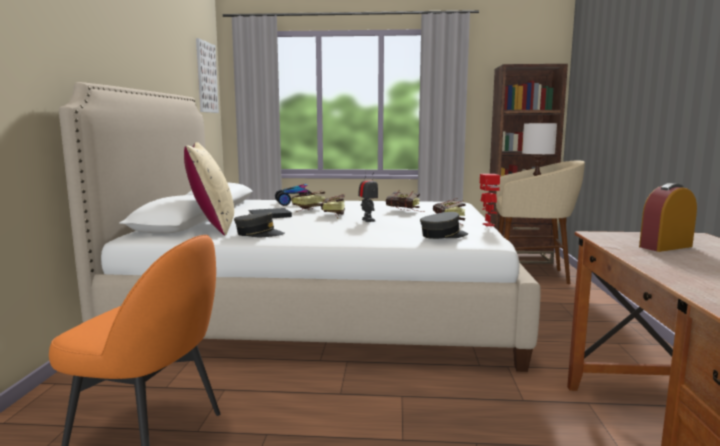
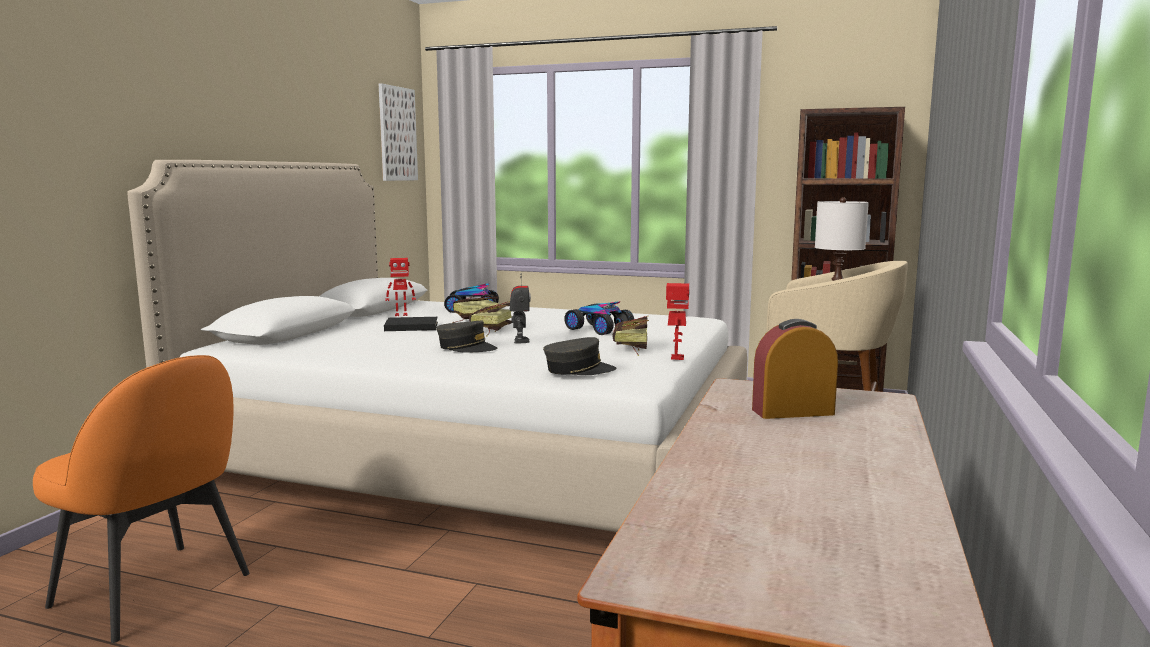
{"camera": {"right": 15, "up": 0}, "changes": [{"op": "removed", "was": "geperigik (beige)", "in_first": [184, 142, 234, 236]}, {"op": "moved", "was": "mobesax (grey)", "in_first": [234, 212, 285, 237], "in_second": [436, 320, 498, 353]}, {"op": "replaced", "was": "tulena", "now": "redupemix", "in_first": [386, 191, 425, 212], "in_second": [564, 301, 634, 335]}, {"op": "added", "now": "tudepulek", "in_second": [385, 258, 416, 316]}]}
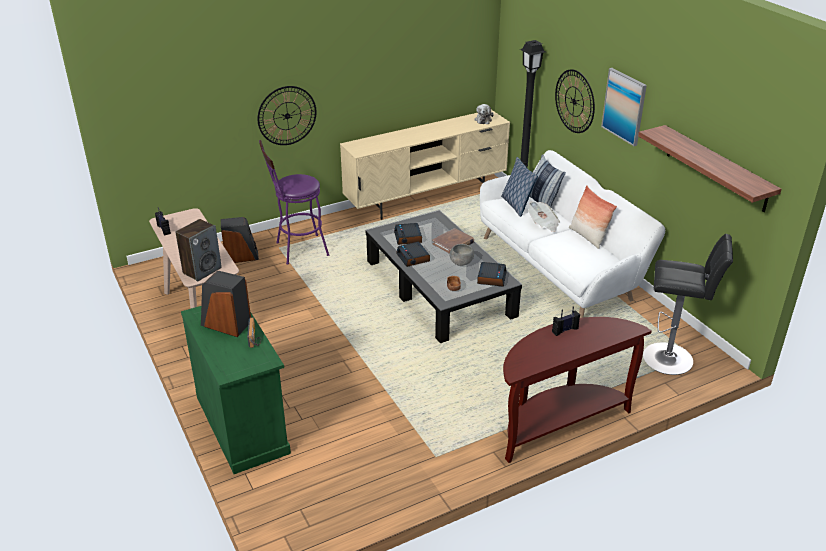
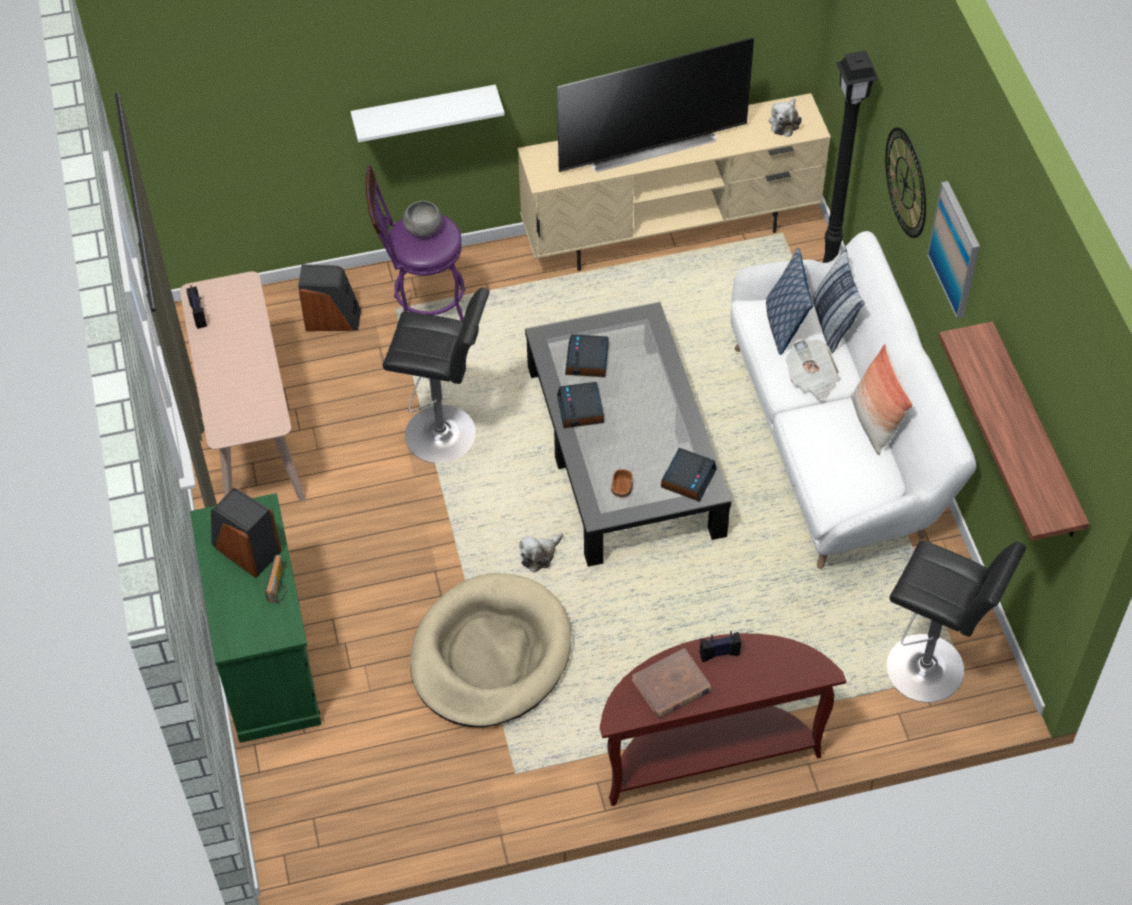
{"camera": {"right": 15, "up": 20}, "changes": [{"op": "removed", "was": "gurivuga", "in_first": [175, 219, 222, 282]}, {"op": "replaced", "was": "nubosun", "now": "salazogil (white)", "in_first": [258, 86, 316, 145], "in_second": [351, 85, 505, 142]}, {"op": "moved", "was": "tulena (brown)", "in_first": [432, 228, 474, 254], "in_second": [632, 648, 712, 718]}, {"op": "moved", "was": "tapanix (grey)", "in_first": [450, 244, 474, 266], "in_second": [403, 201, 442, 237]}, {"op": "added", "now": "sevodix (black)", "in_second": [383, 288, 490, 463]}, {"op": "added", "now": "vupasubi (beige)", "in_second": [410, 573, 571, 727]}, {"op": "added", "now": "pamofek", "in_second": [519, 533, 563, 573]}, {"op": "added", "now": "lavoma", "in_second": [557, 38, 754, 172]}]}
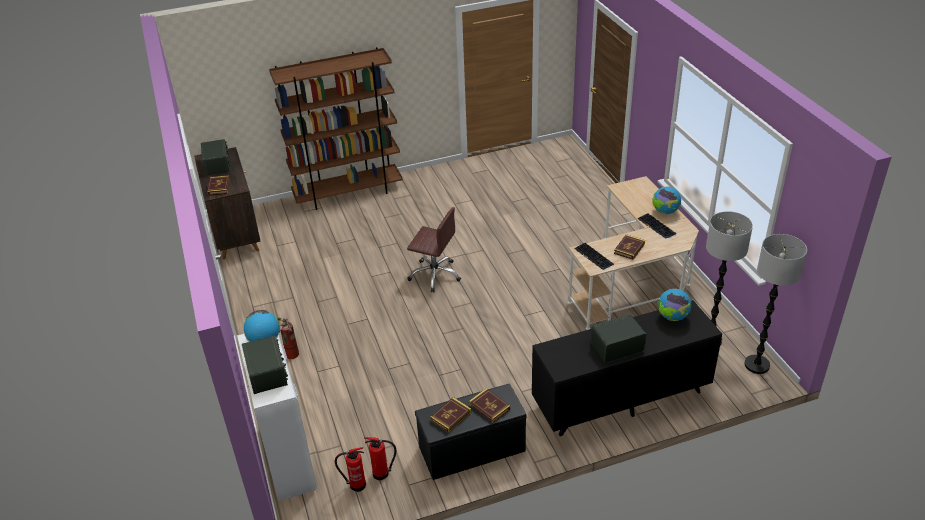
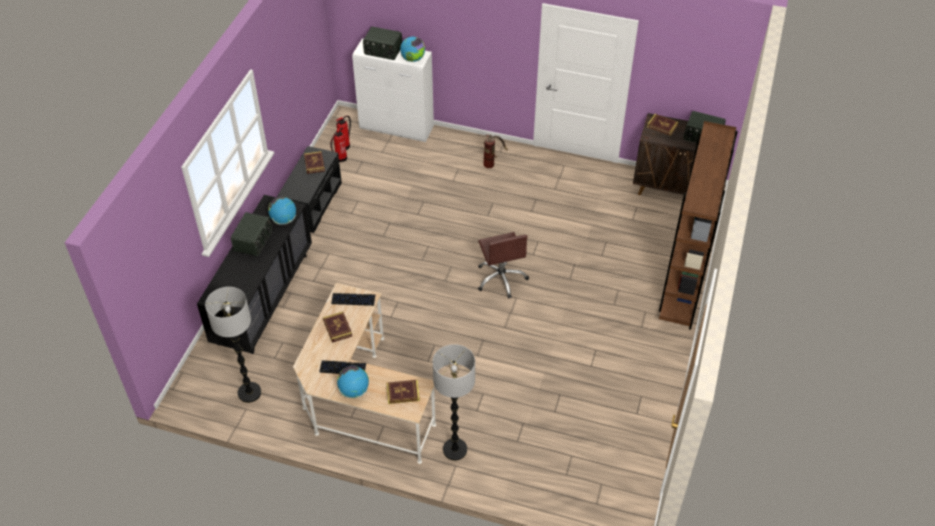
{"camera": {"right": 125, "up": 10}, "changes": [{"op": "turned", "was": "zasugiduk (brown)", "in_first": [407, 207, 461, 292], "in_second": [478, 232, 529, 299], "clockwise": -75}, {"op": "moved", "was": "tulena", "in_first": [469, 388, 510, 423], "in_second": [386, 380, 420, 404]}, {"op": "moved", "was": "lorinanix", "in_first": [658, 289, 691, 321], "in_second": [268, 196, 296, 225]}, {"op": "moved", "was": "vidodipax", "in_first": [744, 234, 807, 374], "in_second": [433, 344, 475, 460]}]}
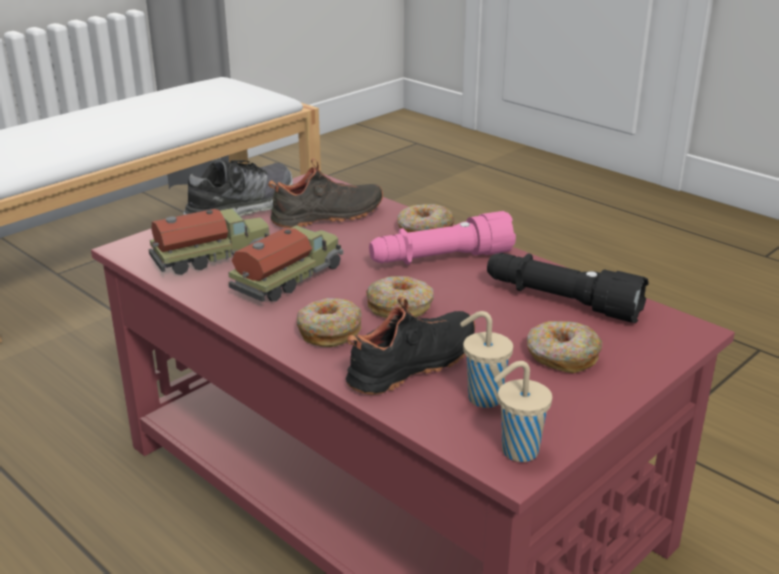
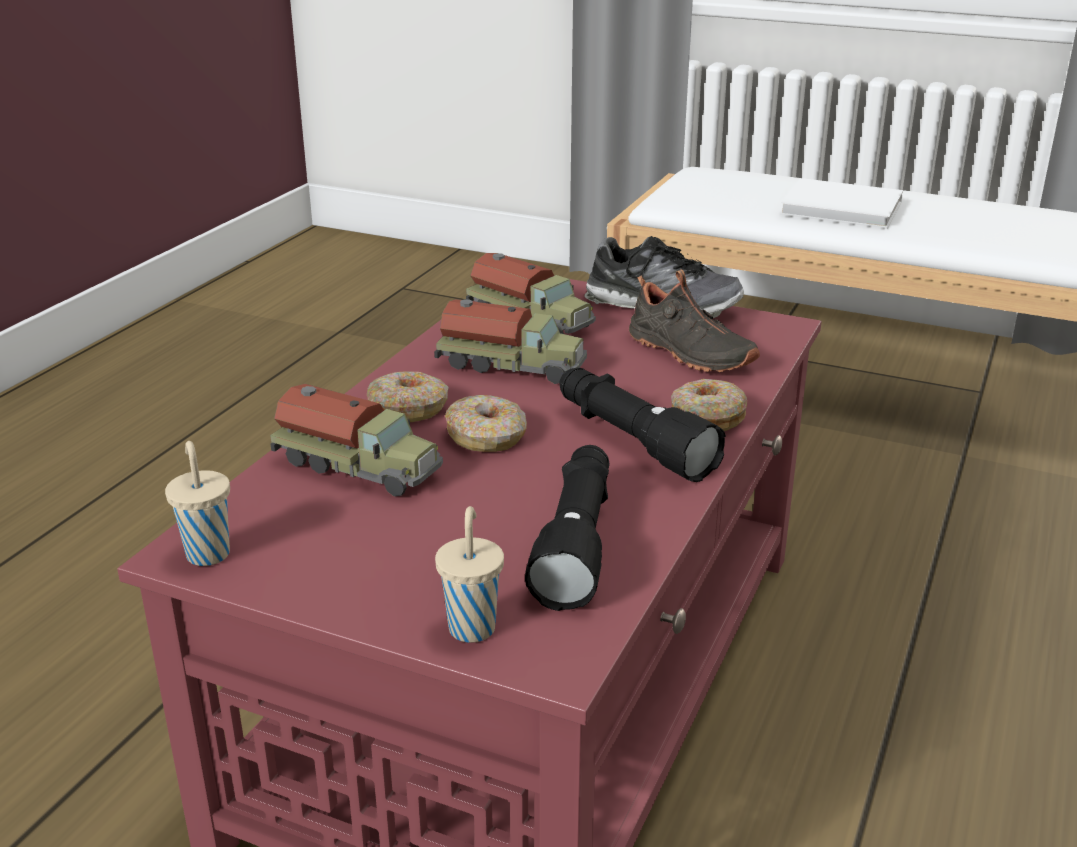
{"camera": {"right": 70, "up": 0}, "changes": [{"op": "replaced", "was": "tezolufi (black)", "now": "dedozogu", "in_first": [346, 296, 475, 395], "in_second": [270, 384, 443, 497]}, {"op": "recoloured", "was": "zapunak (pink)", "now": "zapunak (black)", "in_first": [369, 211, 516, 265], "in_second": [560, 368, 726, 482]}, {"op": "moved", "was": "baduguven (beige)", "in_first": [460, 311, 513, 408], "in_second": [435, 506, 504, 643]}, {"op": "removed", "was": "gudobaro", "in_first": [527, 321, 602, 373]}, {"op": "added", "now": "tulena (white)", "in_second": [780, 178, 903, 229]}]}
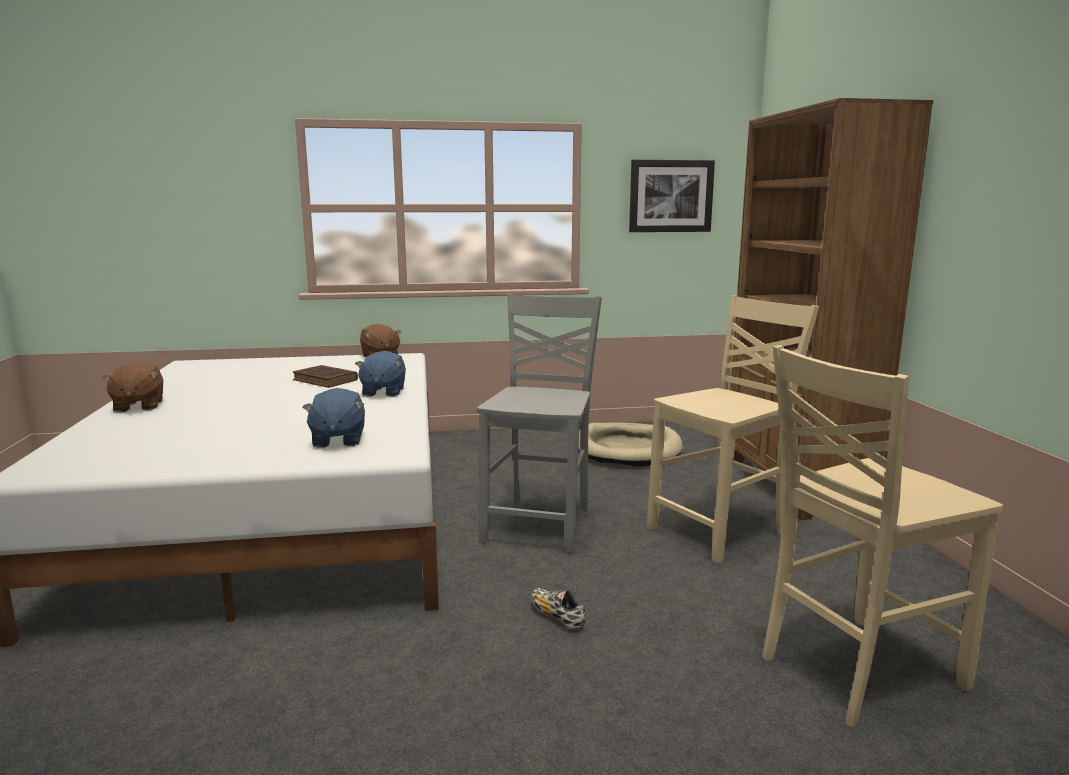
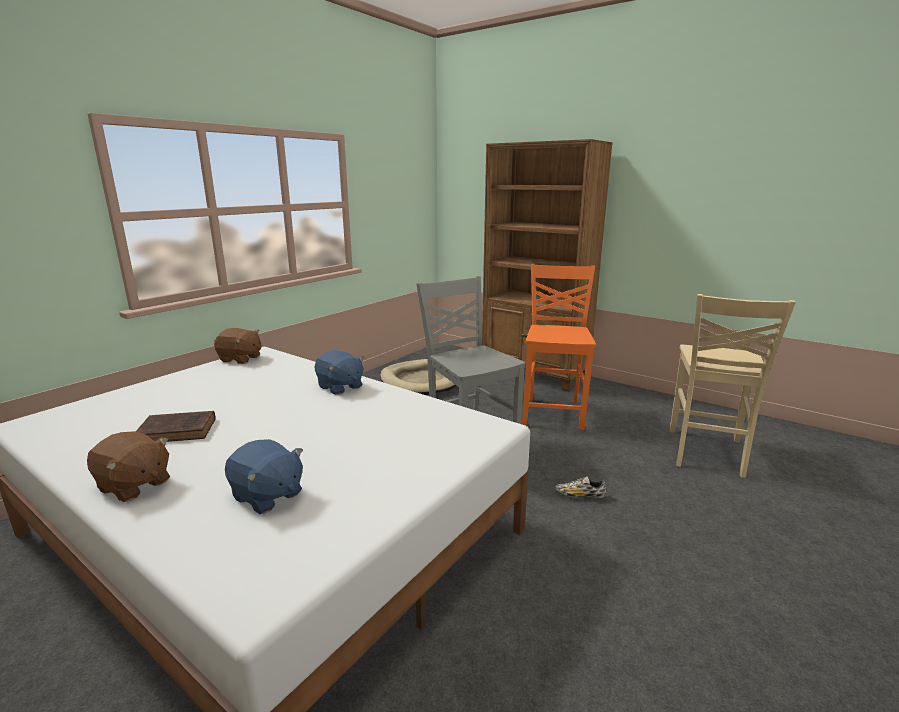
{"camera": {"right": -45, "up": 5}, "changes": [{"op": "moved", "was": "tulena (brown)", "in_first": [293, 365, 358, 388], "in_second": [136, 411, 216, 442]}, {"op": "moved", "was": "pamofek (blue)", "in_first": [302, 388, 365, 448], "in_second": [225, 439, 303, 514]}, {"op": "removed", "was": "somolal", "in_first": [629, 160, 715, 232]}, {"op": "recoloured", "was": "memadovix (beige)", "now": "memadovix (orange)", "in_first": [647, 295, 819, 564], "in_second": [522, 264, 596, 431]}]}
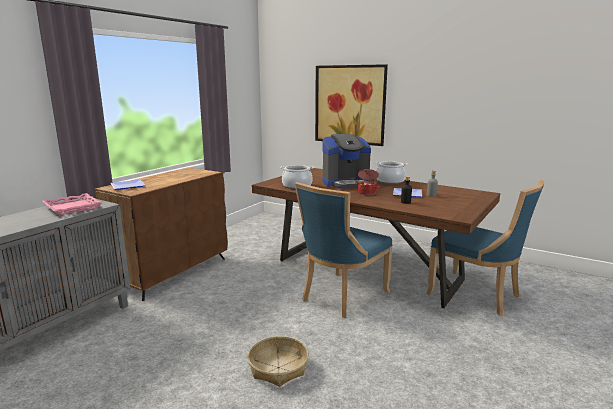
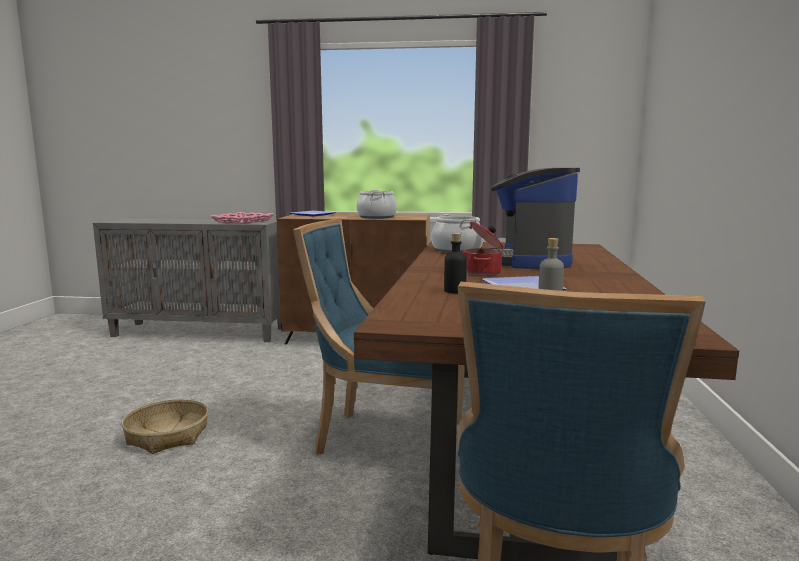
{"camera": {"right": 65, "up": -5}, "changes": [{"op": "removed", "was": "somolal", "in_first": [315, 64, 388, 146]}, {"op": "turned", "was": "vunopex", "in_first": [322, 134, 371, 189], "in_second": [484, 168, 580, 269], "clockwise": 45}, {"op": "moved", "was": "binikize", "in_first": [375, 161, 408, 184], "in_second": [356, 190, 397, 219]}]}
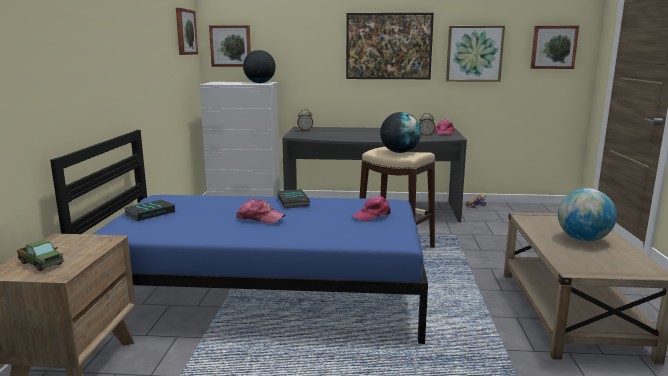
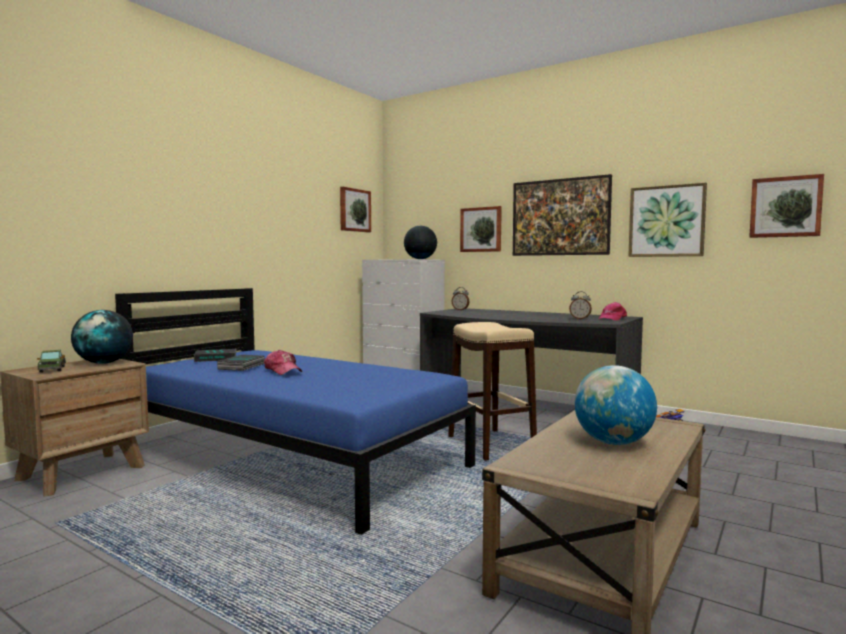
{"camera": {"right": 30, "up": -10}, "changes": [{"op": "moved", "was": "somolal", "in_first": [209, 25, 251, 67], "in_second": [460, 206, 502, 252]}, {"op": "moved", "was": "tulena", "in_first": [277, 189, 310, 208], "in_second": [217, 355, 265, 371]}, {"op": "removed", "was": "mobesax (pink)", "in_first": [351, 196, 391, 221]}, {"op": "moved", "was": "lorinanix", "in_first": [380, 112, 421, 153], "in_second": [71, 310, 133, 364]}]}
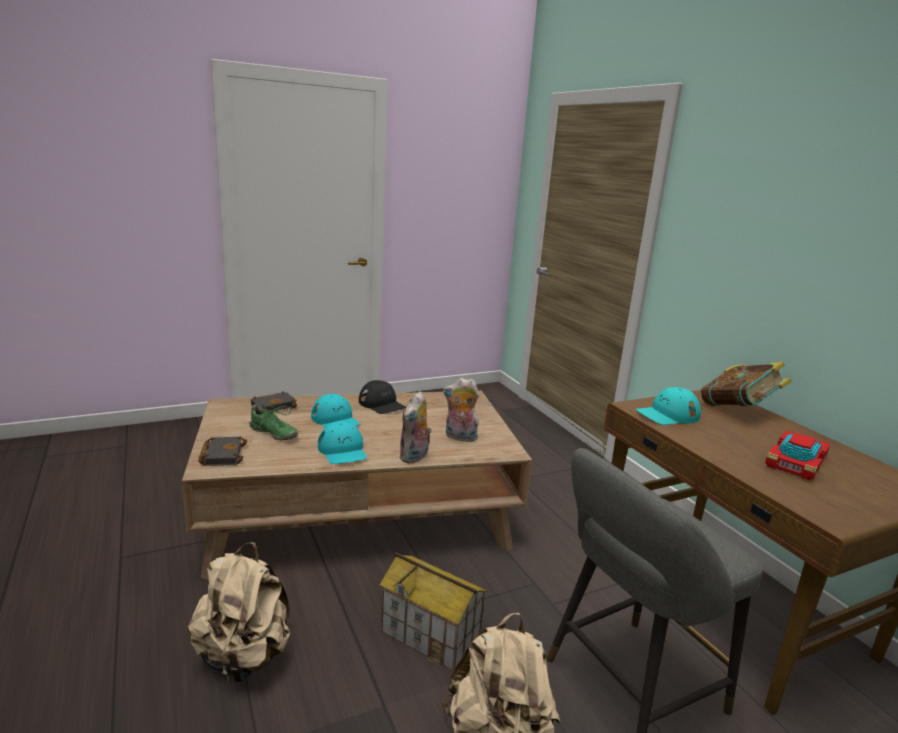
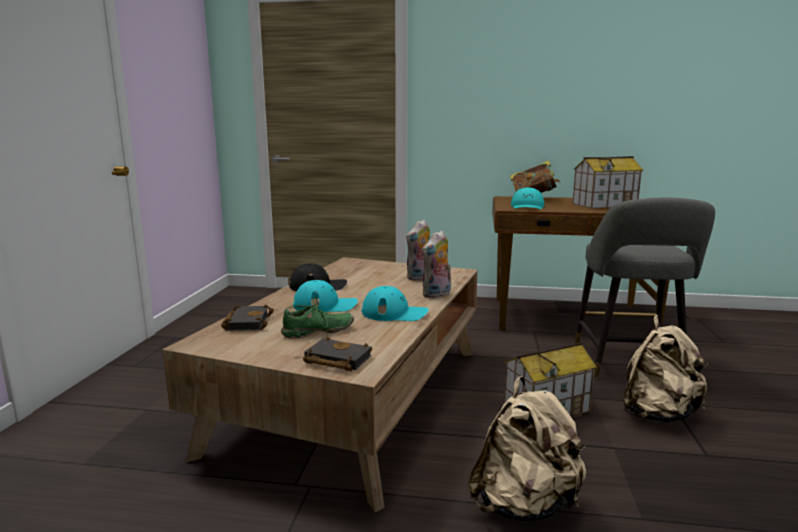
{"camera": {"right": -55, "up": -5}, "changes": [{"op": "turned", "was": "pamofek", "in_first": [399, 391, 432, 464], "in_second": [422, 230, 451, 298], "clockwise": 75}, {"op": "replaced", "was": "redupemix", "now": "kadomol", "in_first": [765, 431, 830, 481], "in_second": [572, 156, 643, 209]}]}
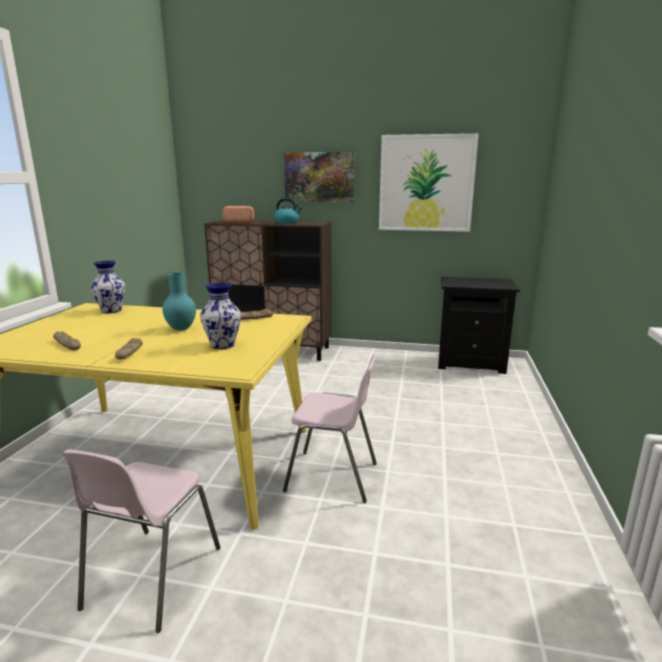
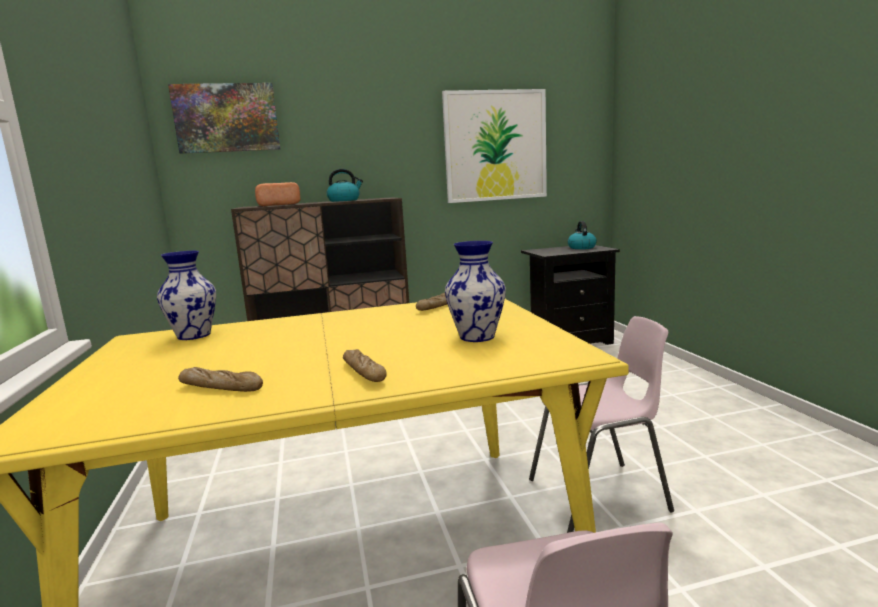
{"camera": {"right": -25, "up": -5}, "changes": [{"op": "removed", "was": "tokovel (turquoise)", "in_first": [162, 273, 196, 331]}, {"op": "moved", "was": "somolal", "in_first": [284, 152, 355, 202], "in_second": [168, 83, 281, 154]}, {"op": "added", "now": "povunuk", "in_second": [568, 221, 597, 249]}]}
